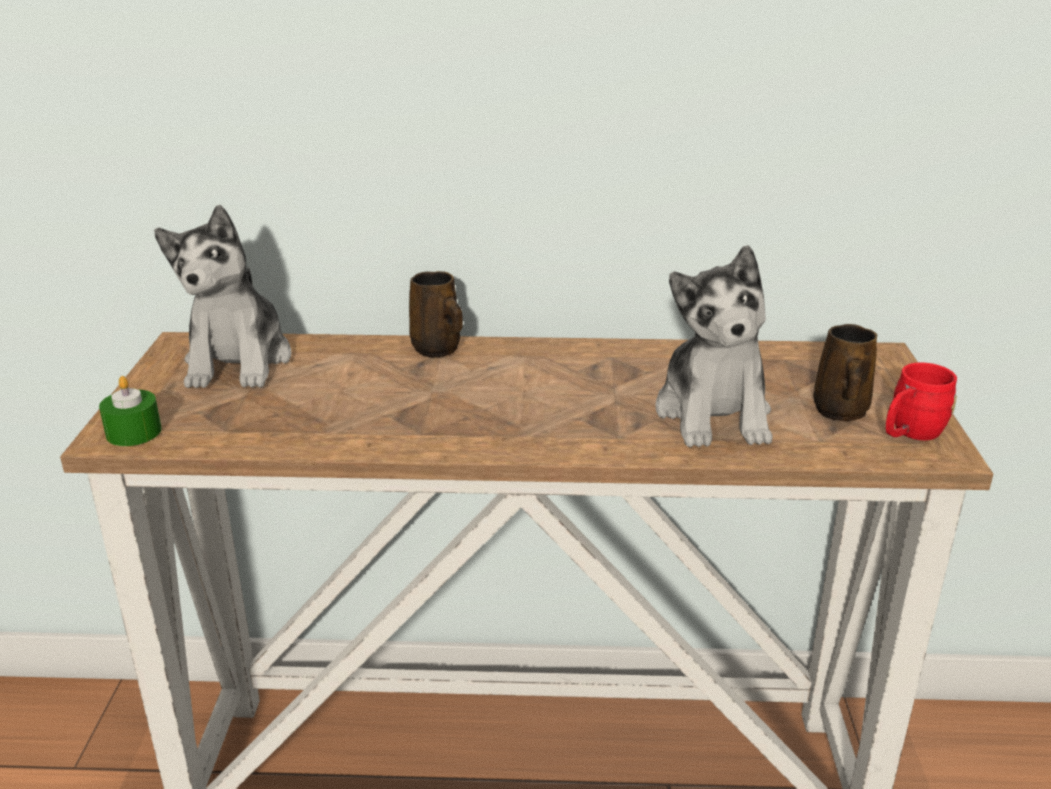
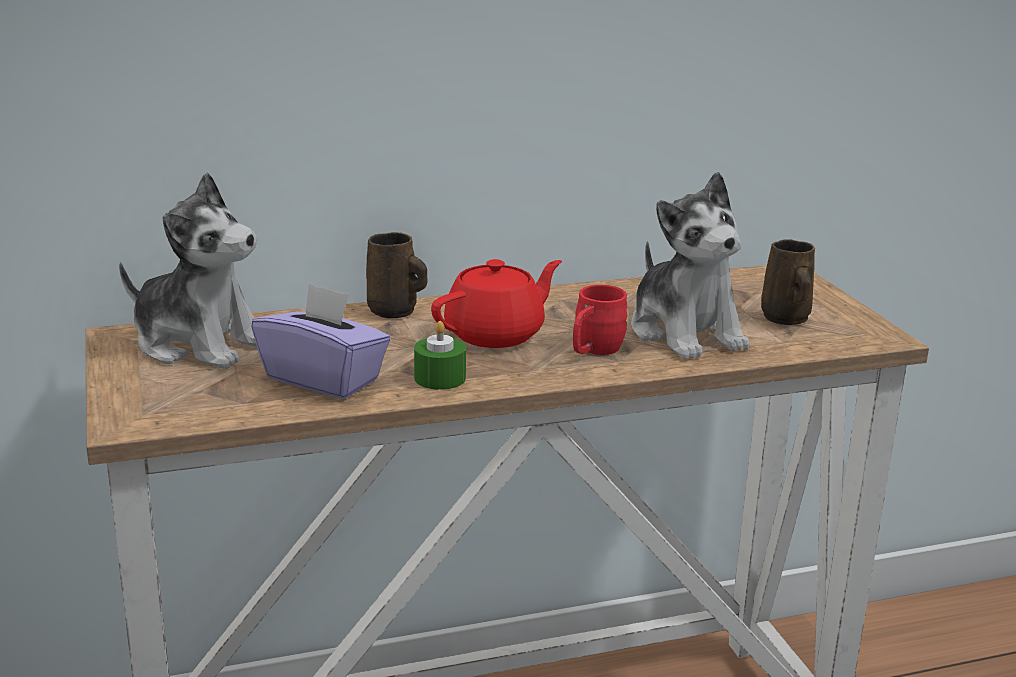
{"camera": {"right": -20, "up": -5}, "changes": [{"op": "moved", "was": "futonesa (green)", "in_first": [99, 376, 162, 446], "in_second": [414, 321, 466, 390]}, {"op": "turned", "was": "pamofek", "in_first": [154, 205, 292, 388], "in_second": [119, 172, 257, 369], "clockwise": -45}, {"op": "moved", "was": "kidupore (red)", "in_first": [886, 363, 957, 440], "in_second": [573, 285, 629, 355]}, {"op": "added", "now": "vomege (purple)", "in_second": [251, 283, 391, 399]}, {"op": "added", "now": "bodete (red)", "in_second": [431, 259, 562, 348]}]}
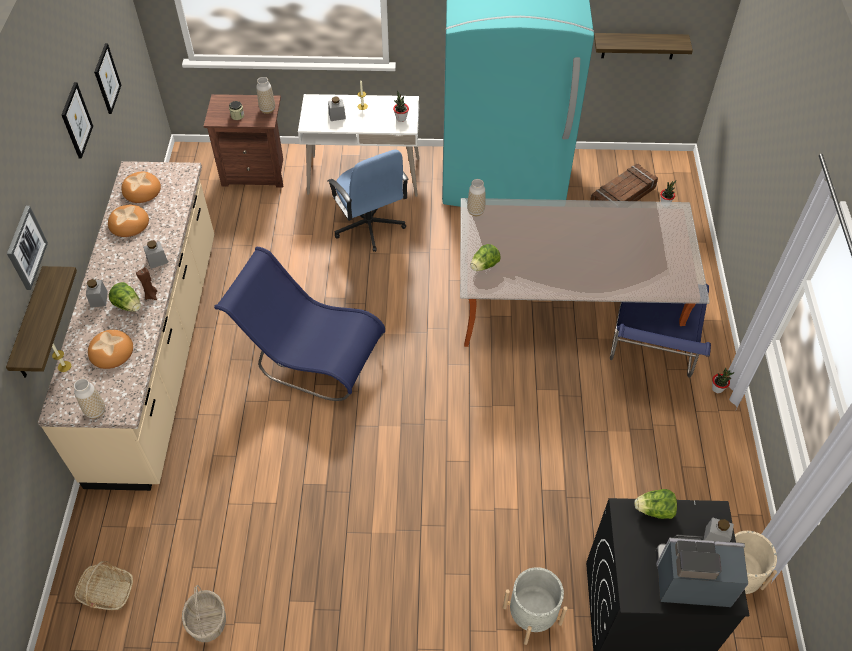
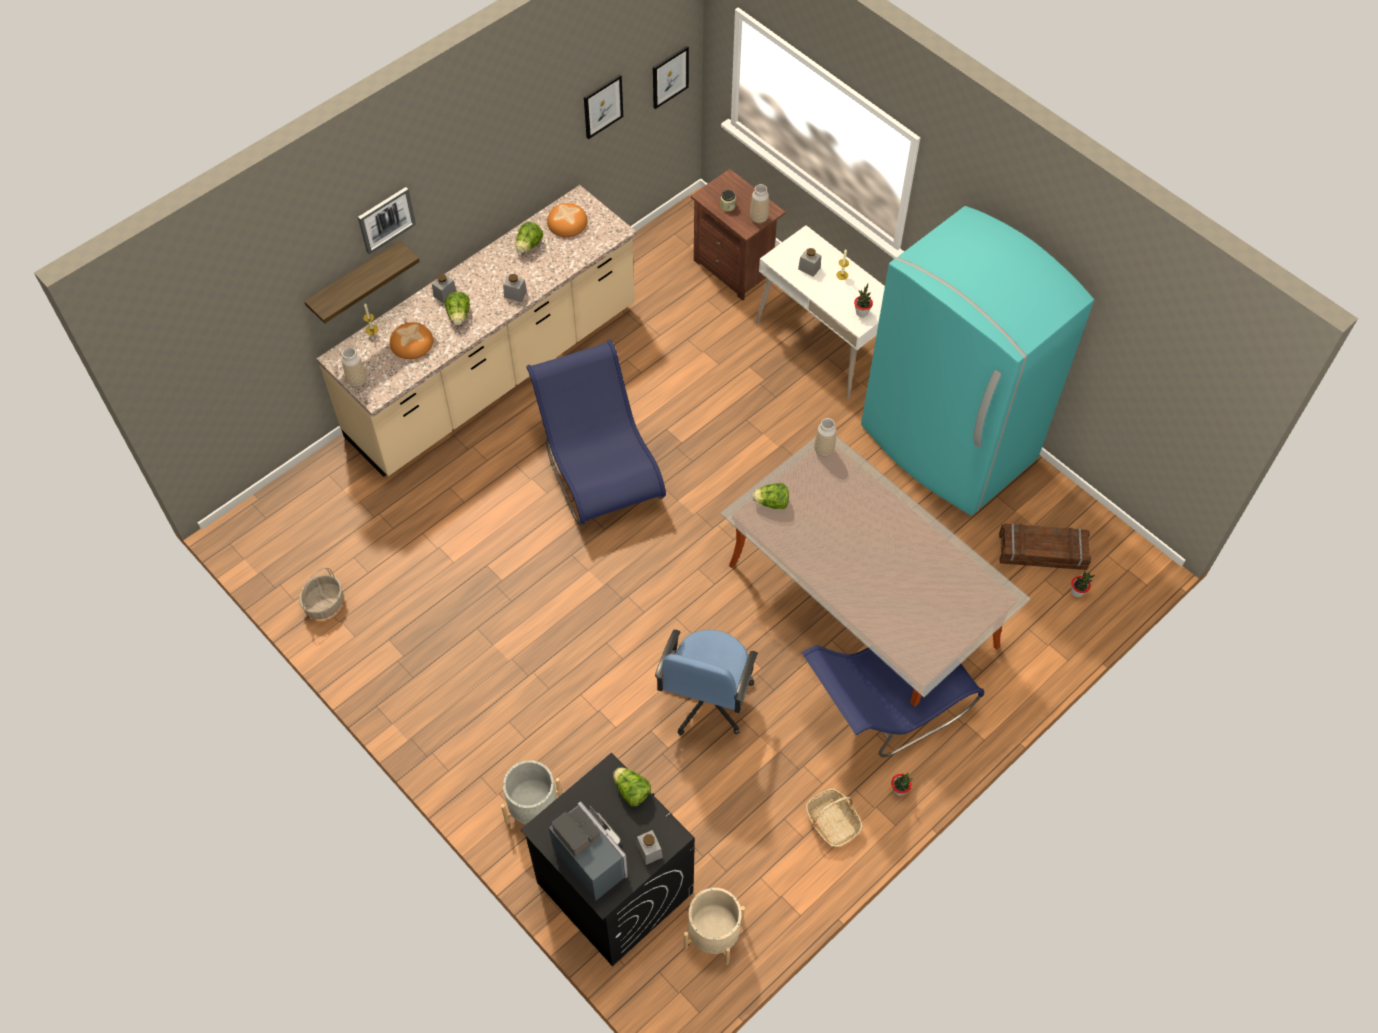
{"camera": {"right": 45, "up": 5}, "changes": [{"op": "moved", "was": "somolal", "in_first": [61, 82, 93, 159], "in_second": [653, 46, 689, 109]}, {"op": "moved", "was": "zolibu", "in_first": [75, 561, 133, 610], "in_second": [806, 788, 863, 847]}, {"op": "replaced", "was": "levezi", "now": "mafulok", "in_first": [108, 205, 149, 237], "in_second": [516, 222, 543, 253]}, {"op": "removed", "was": "futonesa (brown)", "in_first": [136, 267, 157, 300]}, {"op": "moved", "was": "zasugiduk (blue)", "in_first": [328, 149, 409, 252], "in_second": [655, 630, 758, 736]}, {"op": "removed", "was": "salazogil", "in_first": [594, 33, 693, 59]}]}
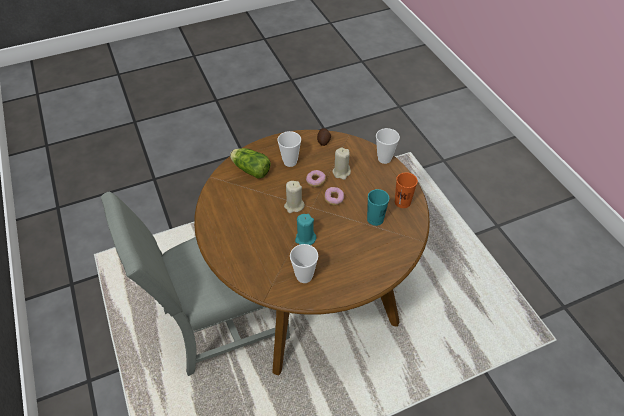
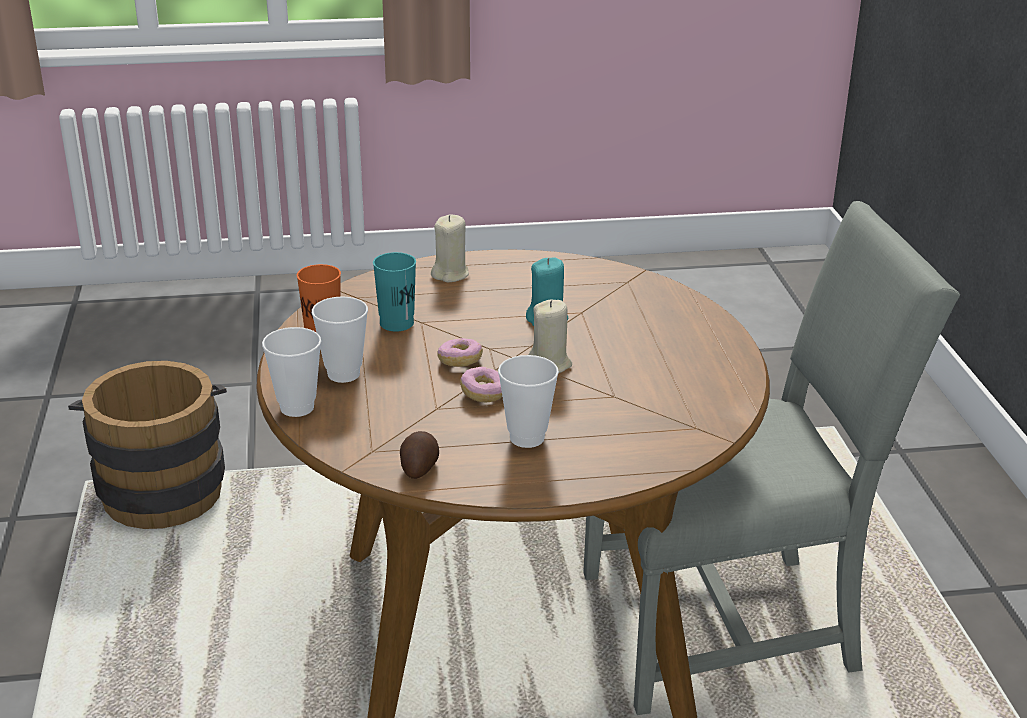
{"camera": {"right": -165, "up": -20}, "changes": [{"op": "removed", "was": "mafulok", "in_first": [230, 148, 271, 178]}, {"op": "moved", "was": "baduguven", "in_first": [290, 244, 318, 283], "in_second": [312, 297, 368, 383]}, {"op": "moved", "was": "futonesa (beige)", "in_first": [332, 147, 351, 180], "in_second": [431, 214, 469, 282]}, {"op": "added", "now": "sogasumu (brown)", "in_second": [68, 361, 227, 529]}]}
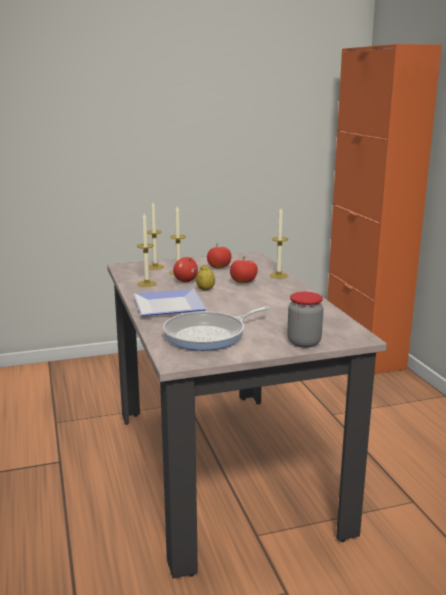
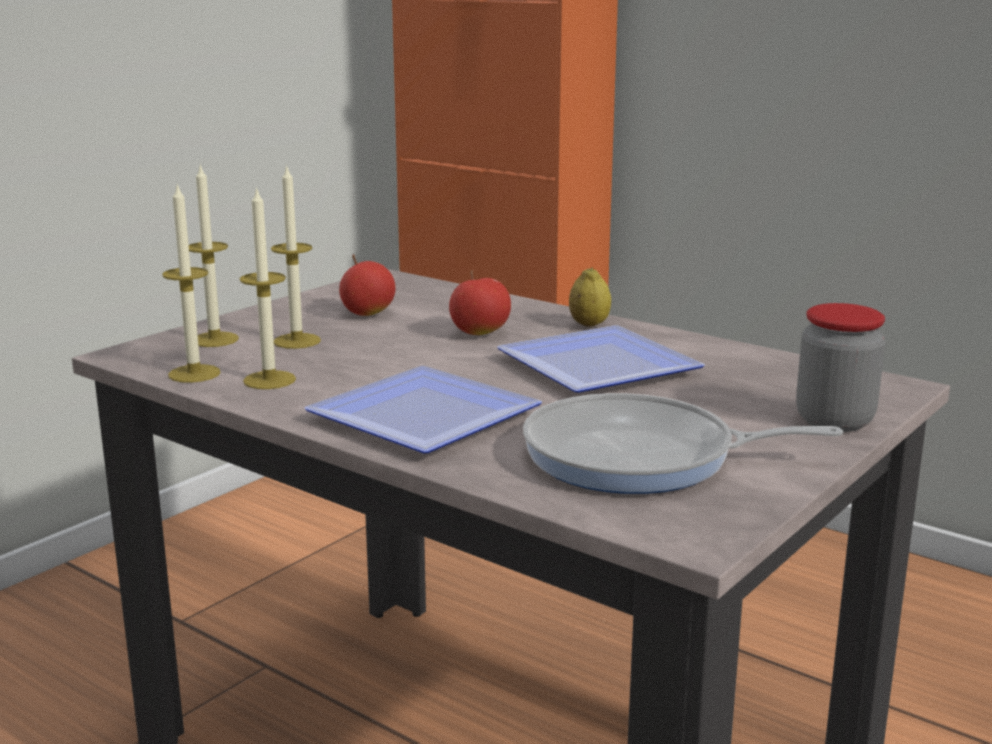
{"camera": {"right": -35, "up": 0}, "changes": [{"op": "turned", "was": "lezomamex", "in_first": [163, 306, 270, 351], "in_second": [523, 393, 843, 494], "clockwise": 75}, {"op": "removed", "was": "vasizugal", "in_first": [173, 257, 198, 282]}, {"op": "moved", "was": "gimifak", "in_first": [196, 265, 215, 290], "in_second": [569, 267, 611, 327]}, {"op": "moved", "was": "futonesa", "in_first": [270, 208, 288, 279], "in_second": [162, 184, 221, 383]}, {"op": "added", "now": "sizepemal", "in_second": [497, 325, 705, 393]}]}
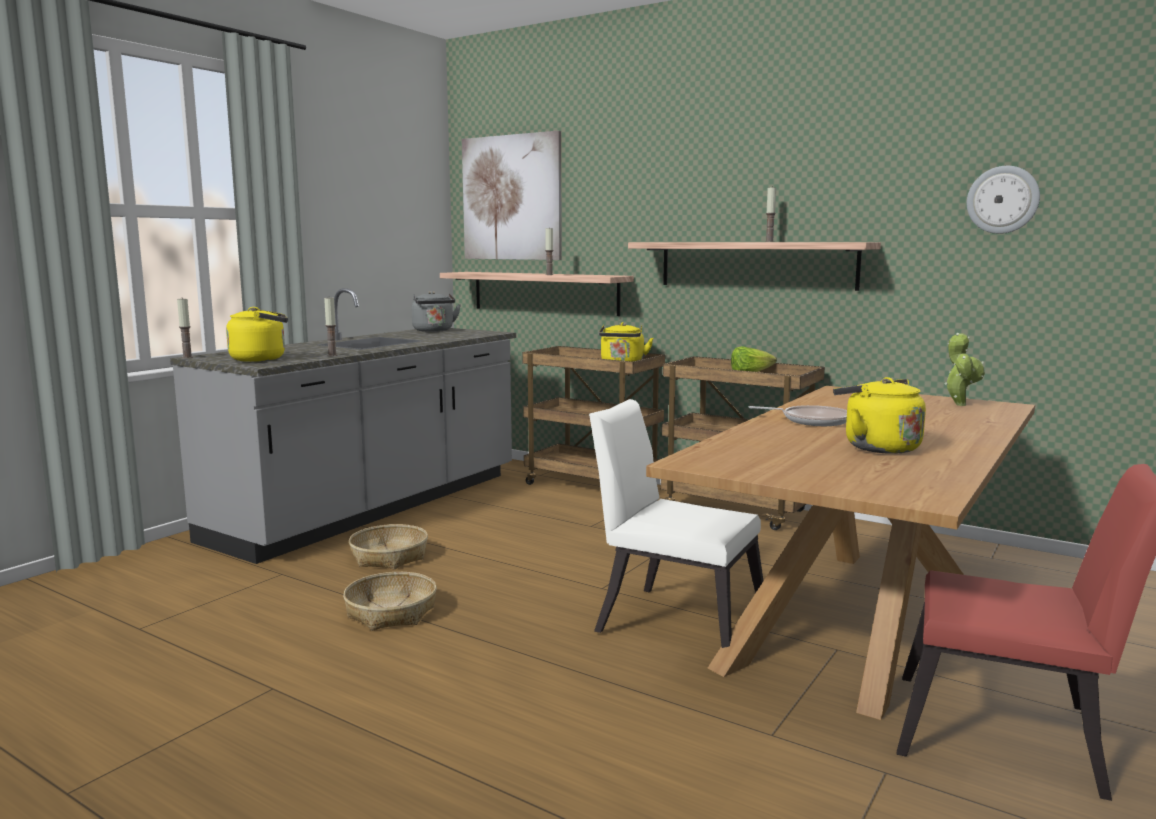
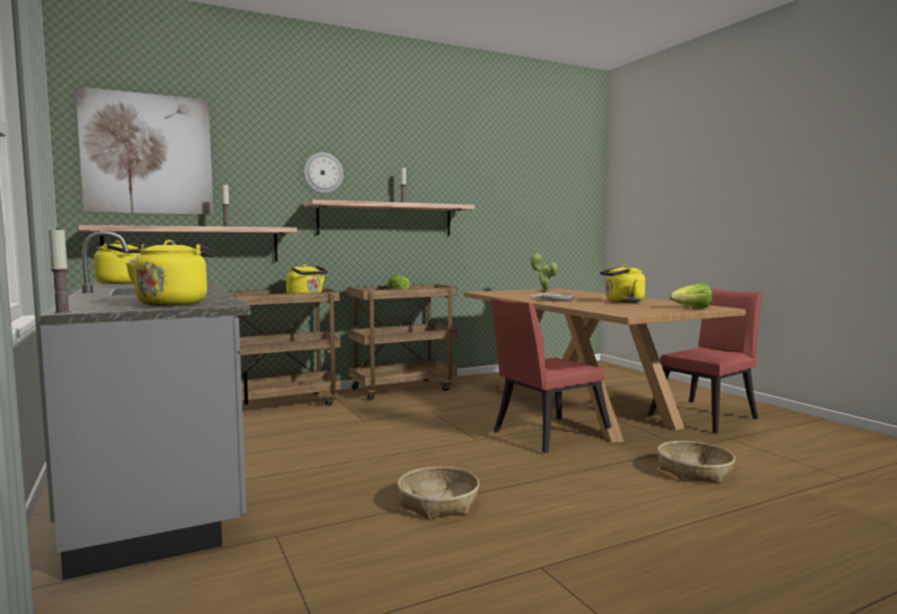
{"camera": {"right": -60, "up": -5}, "changes": [{"op": "removed", "was": "futonesa", "in_first": [324, 298, 337, 356]}, {"op": "moved", "was": "zolibu", "in_first": [349, 524, 428, 570], "in_second": [657, 441, 735, 484]}, {"op": "recoloured", "was": "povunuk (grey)", "now": "povunuk (yellow)", "in_first": [411, 291, 461, 332], "in_second": [94, 241, 142, 284]}, {"op": "recoloured", "was": "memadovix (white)", "now": "memadovix (red)", "in_first": [589, 399, 764, 648], "in_second": [491, 298, 611, 453]}, {"op": "moved", "was": "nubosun", "in_first": [967, 166, 1040, 234], "in_second": [303, 152, 344, 194]}, {"op": "added", "now": "mafulok", "in_second": [669, 283, 712, 308]}]}
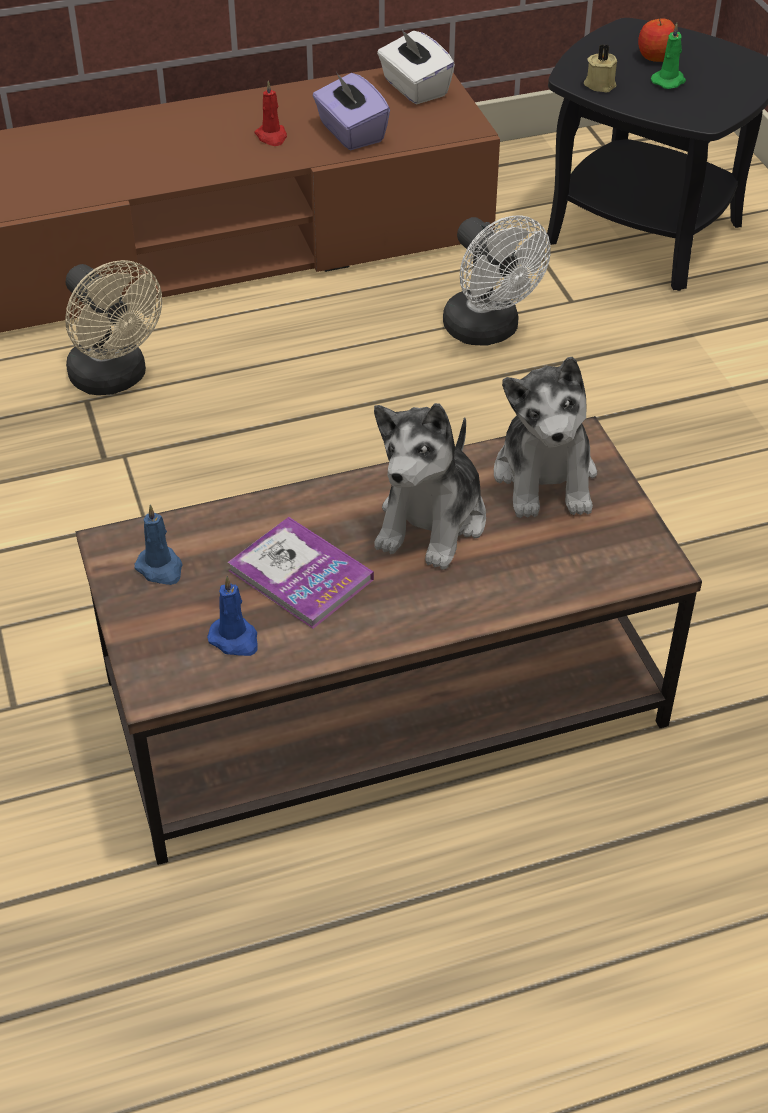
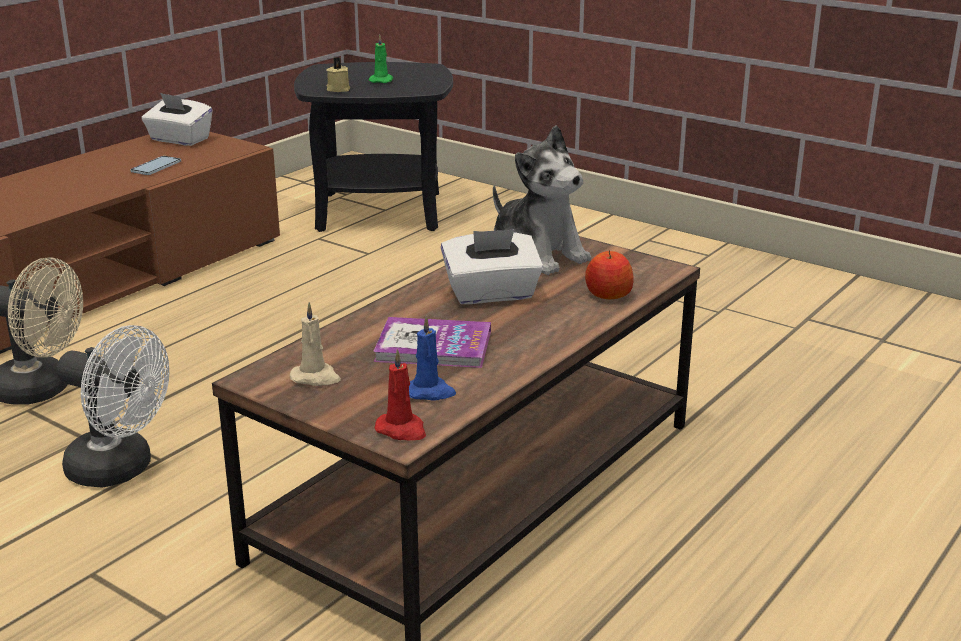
{"camera": {"right": -35, "up": -20}, "changes": [{"op": "recoloured", "was": "futonesa (blue)", "now": "futonesa (beige)", "in_first": [134, 505, 183, 585], "in_second": [290, 302, 341, 386]}, {"op": "moved", "was": "futonesa (red)", "in_first": [254, 80, 287, 146], "in_second": [374, 349, 426, 440]}, {"op": "replaced", "was": "vomege (purple)", "now": "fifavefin", "in_first": [313, 72, 390, 150], "in_second": [130, 156, 181, 175]}, {"op": "replaced", "was": "pamofek", "now": "vomege (white)", "in_first": [374, 403, 486, 570], "in_second": [441, 229, 543, 304]}, {"op": "moved", "was": "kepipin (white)", "in_first": [443, 215, 550, 346], "in_second": [57, 325, 169, 487]}, {"op": "moved", "was": "vasizugal", "in_first": [638, 19, 675, 62], "in_second": [585, 250, 634, 299]}]}
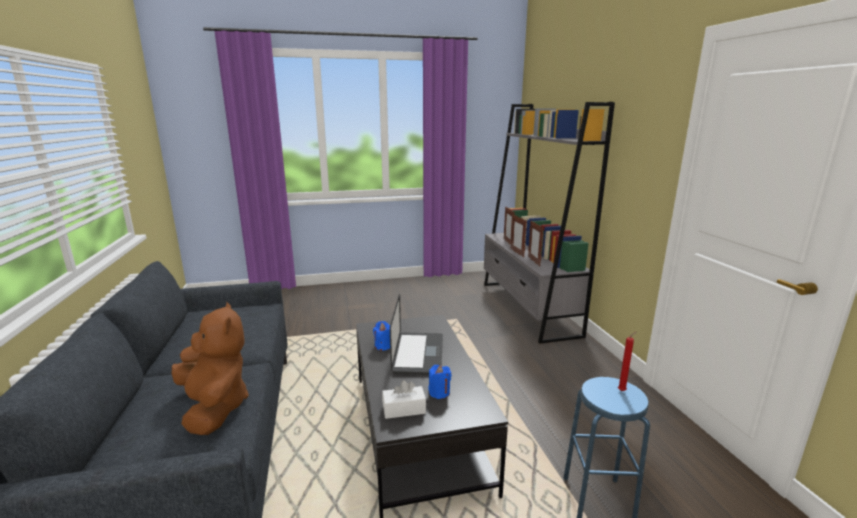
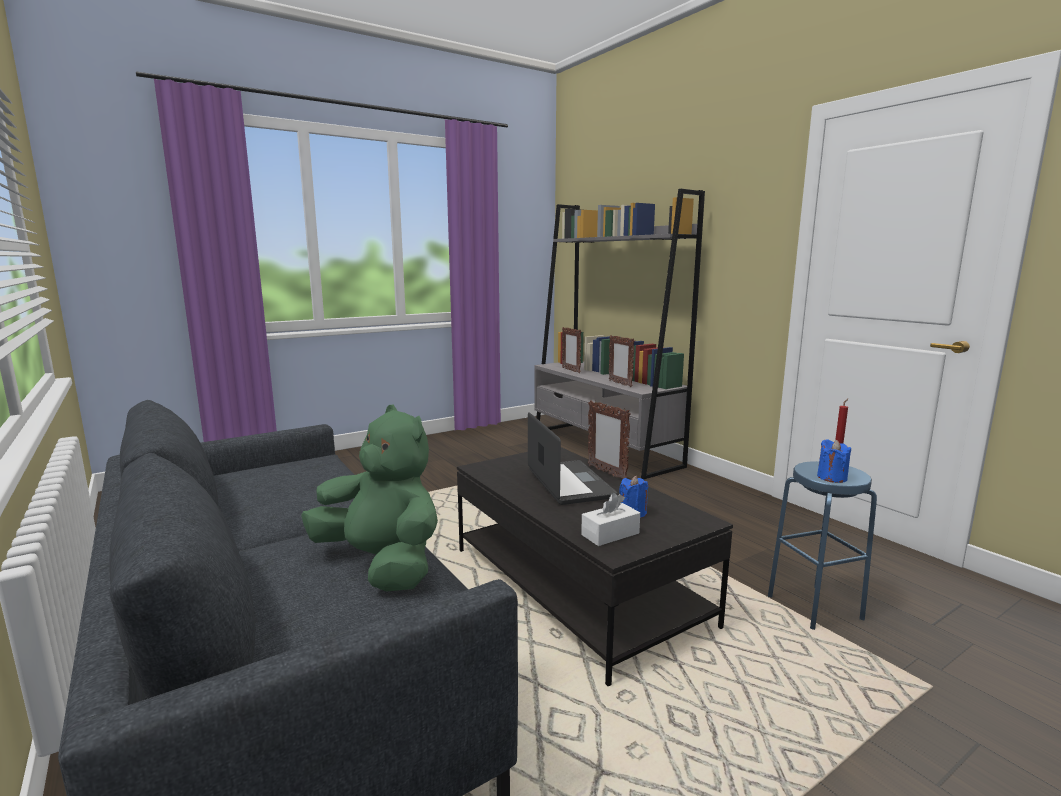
{"camera": {"right": -20, "up": -5}, "changes": [{"op": "recoloured", "was": "pamofek (brown)", "now": "pamofek (green)", "in_first": [172, 302, 249, 435], "in_second": [301, 404, 438, 592]}, {"op": "moved", "was": "futonesa (blue)", "in_first": [373, 321, 390, 351], "in_second": [817, 439, 851, 483]}, {"op": "moved", "was": "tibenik", "in_first": [510, 214, 527, 257], "in_second": [588, 400, 631, 479]}]}
